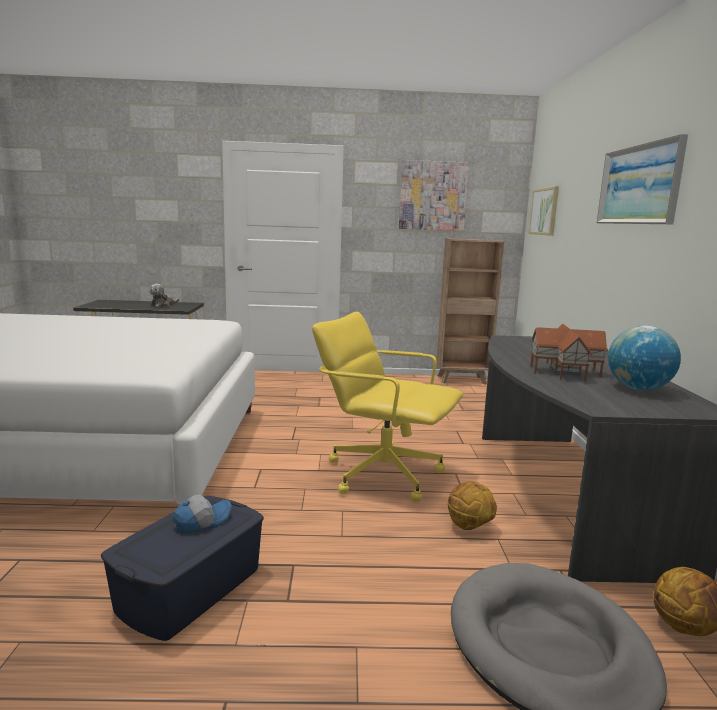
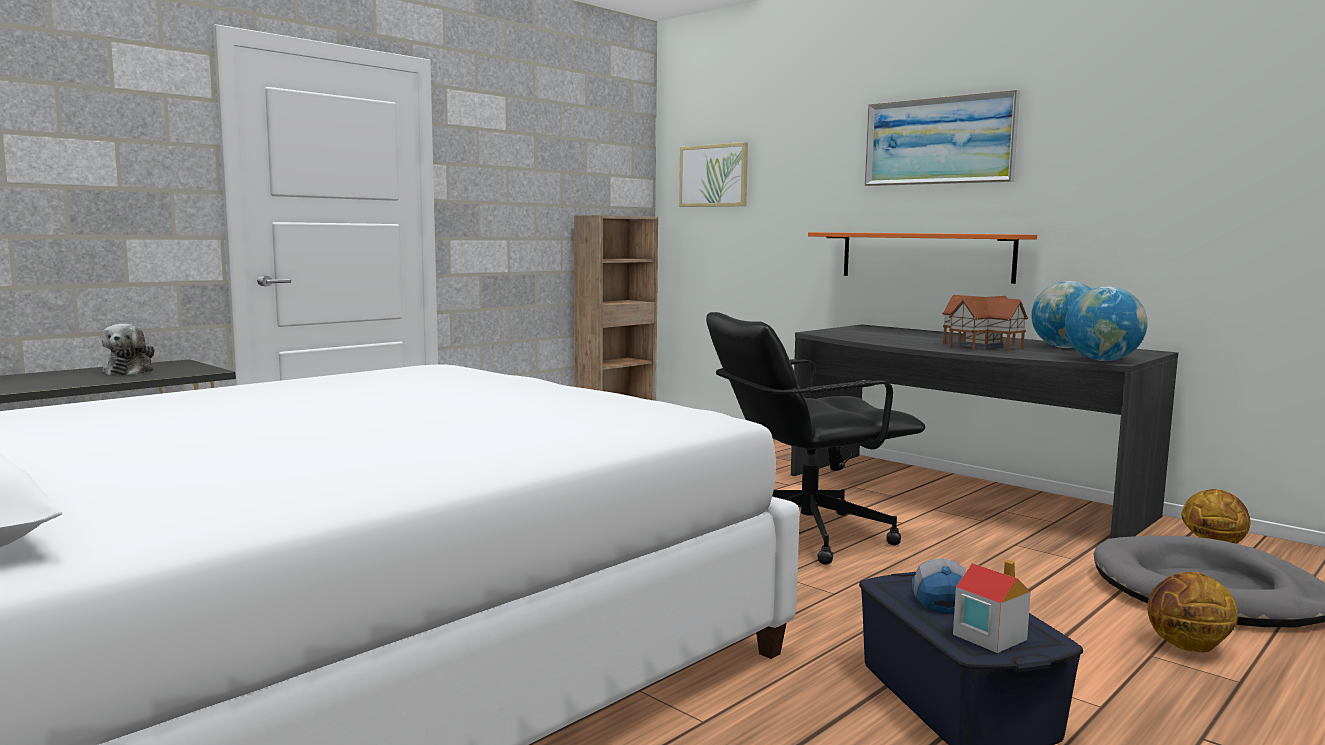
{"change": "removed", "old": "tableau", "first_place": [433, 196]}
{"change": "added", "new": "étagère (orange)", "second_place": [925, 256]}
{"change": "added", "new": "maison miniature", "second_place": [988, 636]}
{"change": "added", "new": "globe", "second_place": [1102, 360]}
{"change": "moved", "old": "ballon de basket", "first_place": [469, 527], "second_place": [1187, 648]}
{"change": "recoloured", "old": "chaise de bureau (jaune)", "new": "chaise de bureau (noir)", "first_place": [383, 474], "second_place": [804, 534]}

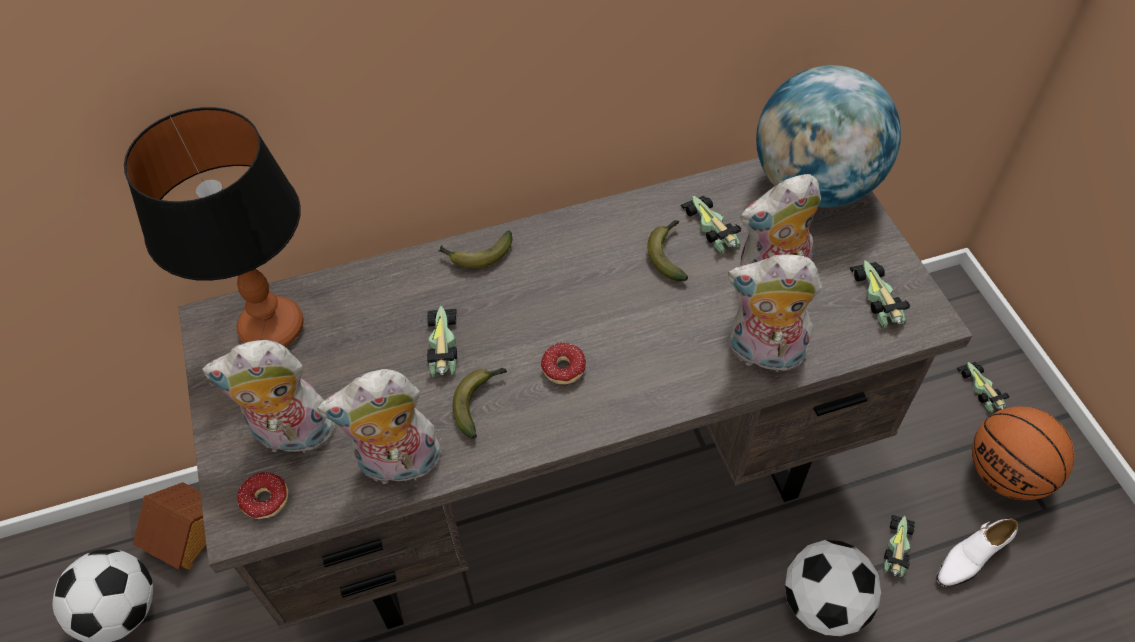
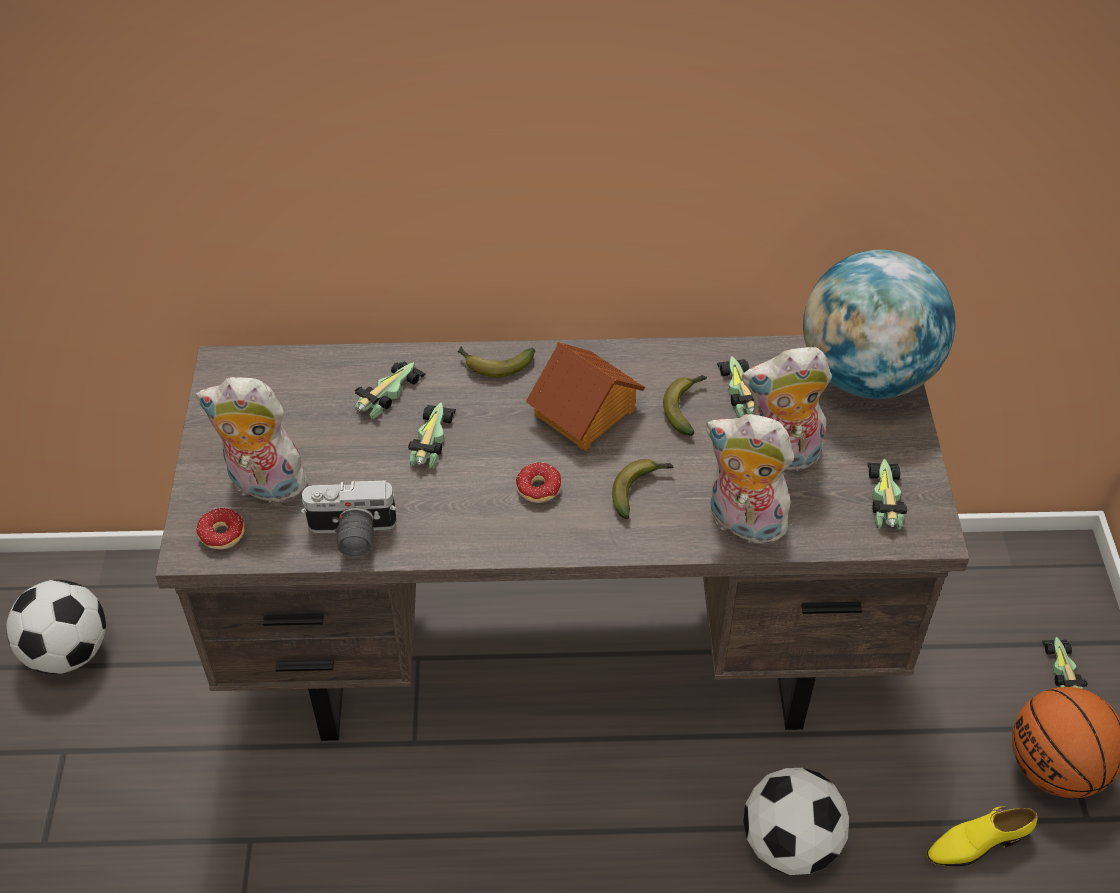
{"change": "removed", "old": "lampe de table", "first_place": [273, 328]}
{"change": "moved", "old": "maison miniature", "first_place": [187, 534], "second_place": [585, 413]}
{"change": "moved", "old": "banane", "first_place": [479, 401], "second_place": [640, 489]}
{"change": "moved", "old": "petite voiture", "first_place": [897, 548], "second_place": [388, 393]}
{"change": "replaced", "old": "peluche", "new": "appareil photo", "first_place": [398, 465], "second_place": [351, 535]}
{"change": "recoloured", "old": "chaussure (blanc)", "new": "chaussure (jaune)", "first_place": [970, 557], "second_place": [976, 843]}

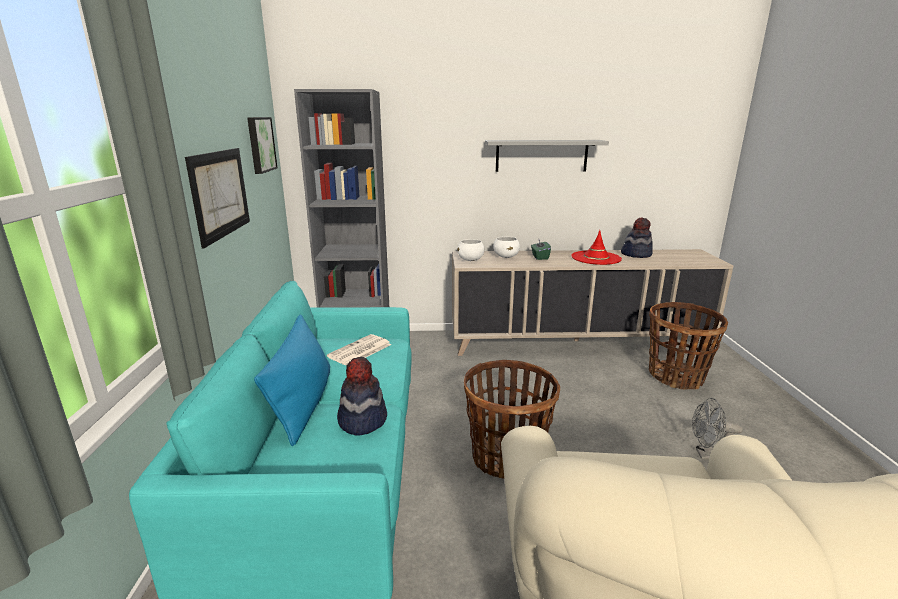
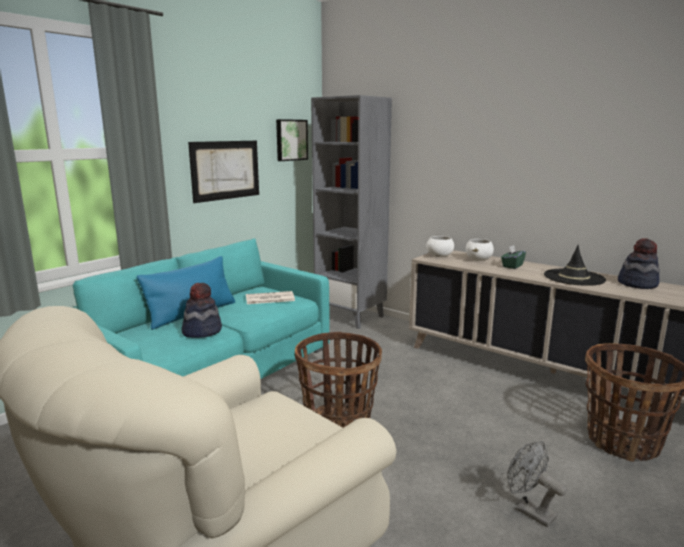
{"change": "removed", "old": "étagère (gris)", "first_place": [541, 155]}
{"change": "recoloured", "old": "chapeau (rouge)", "new": "chapeau (noir)", "first_place": [596, 258], "second_place": [574, 277]}

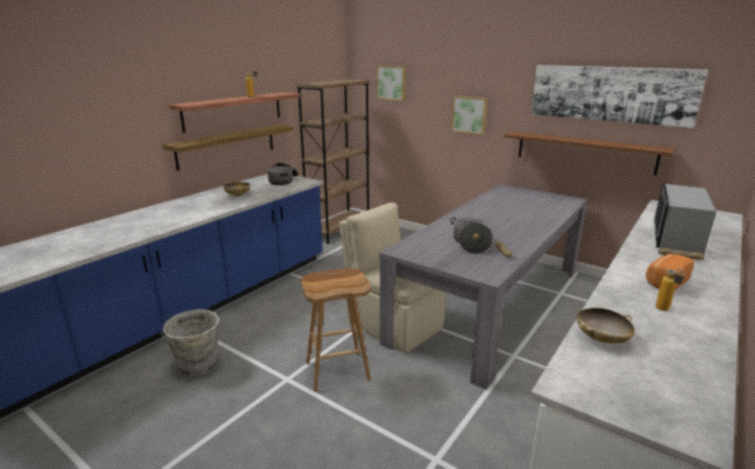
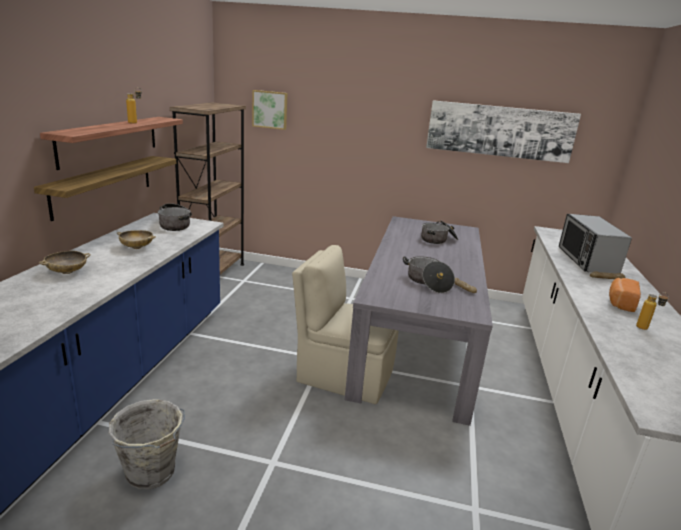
{"change": "removed", "old": "tabouret (marron)", "first_place": [338, 370]}
{"change": "removed", "old": "tableau", "first_place": [469, 114]}
{"change": "removed", "old": "étagère (marron)", "first_place": [584, 152]}
{"change": "added", "new": "marmite", "second_place": [438, 240]}
{"change": "moved", "old": "bol (beige)", "first_place": [602, 339], "second_place": [67, 272]}

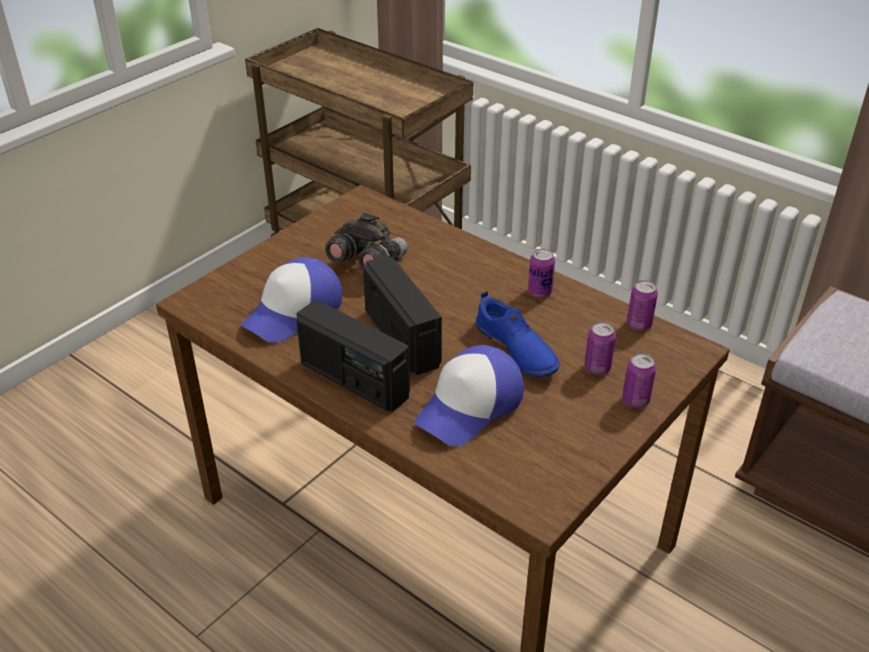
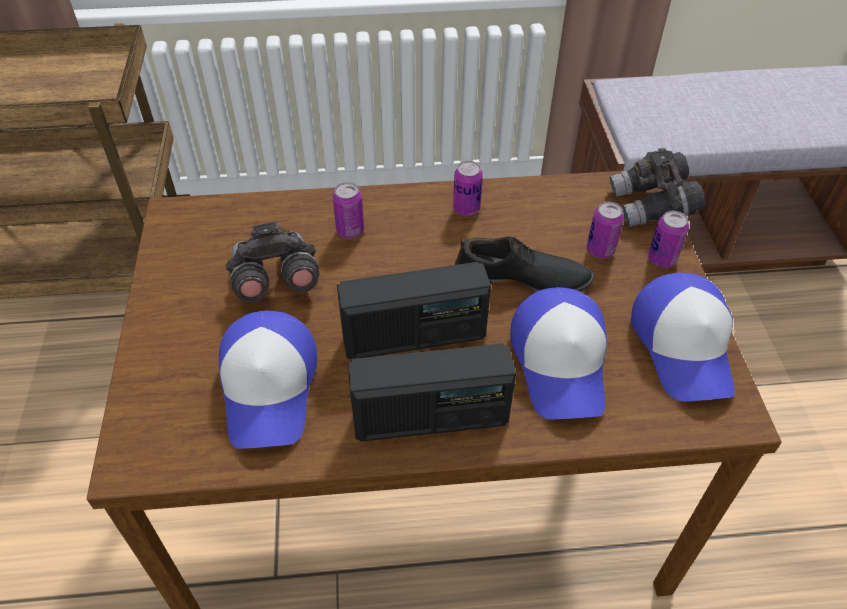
{"change": "added", "new": "jumelles (gris)", "second_place": [652, 206]}
{"change": "added", "new": "casquette", "second_place": [683, 346]}
{"change": "moved", "old": "boîte métallique", "first_place": [639, 325], "second_place": [350, 230]}
{"change": "recoloured", "old": "chaussure (bleu)", "new": "chaussure (noir)", "first_place": [515, 350], "second_place": [521, 279]}
{"change": "turned", "old": "radio", "first_place": [403, 337], "second_place": [414, 337], "degrees": 150}

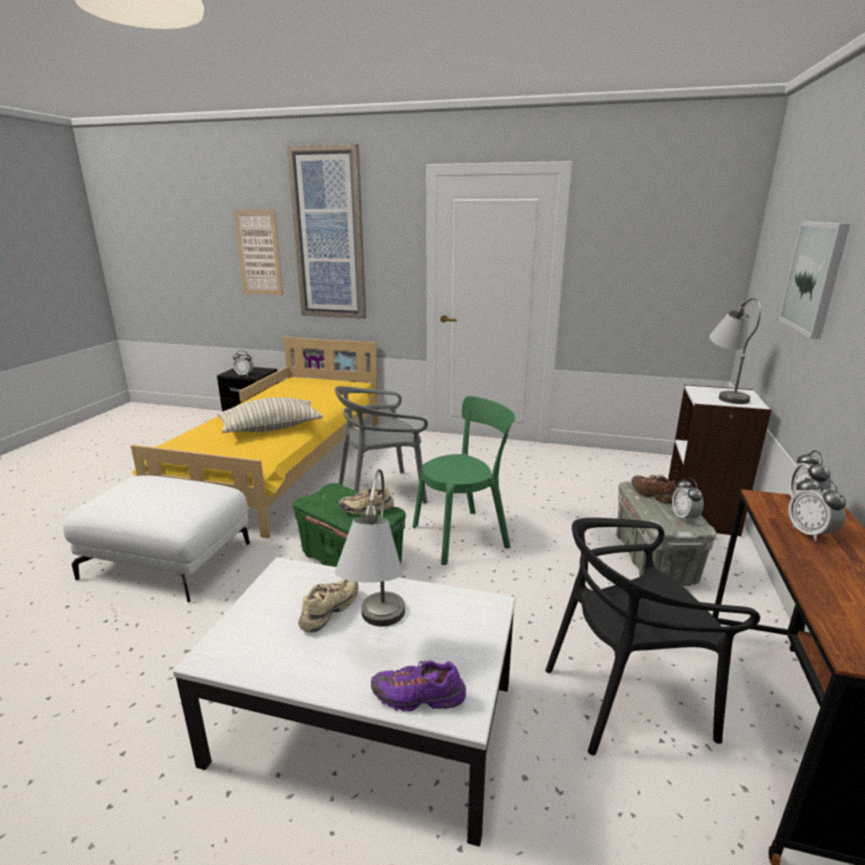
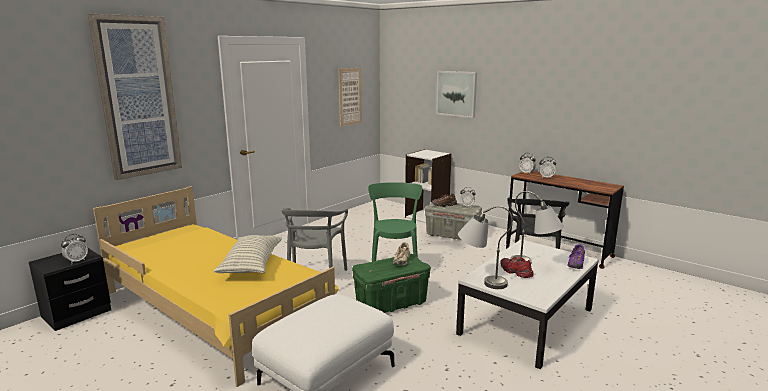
{"change": "moved", "old": "tableau", "first_place": [259, 253], "second_place": [350, 96]}
{"change": "moved", "old": "lampe de table (gris)", "first_place": [725, 393], "second_place": [480, 280]}
{"change": "recoloured", "old": "chaussure (beige)", "new": "chaussure (rouge)", "first_place": [329, 611], "second_place": [515, 272]}

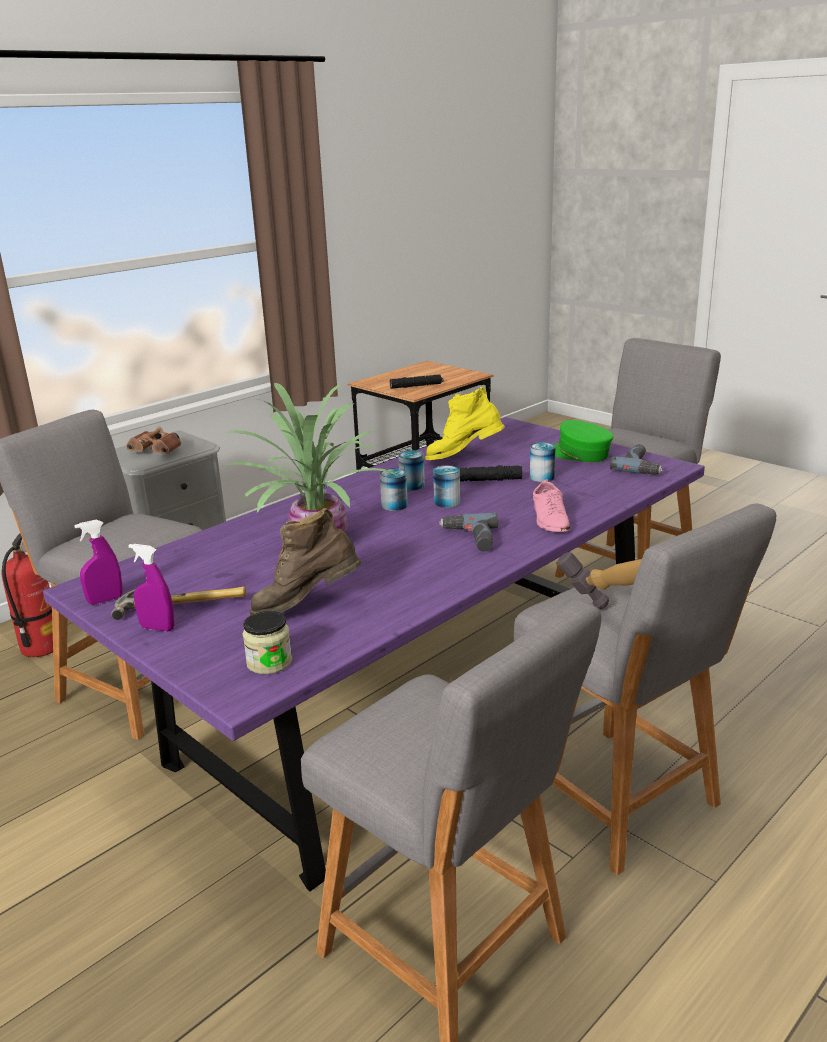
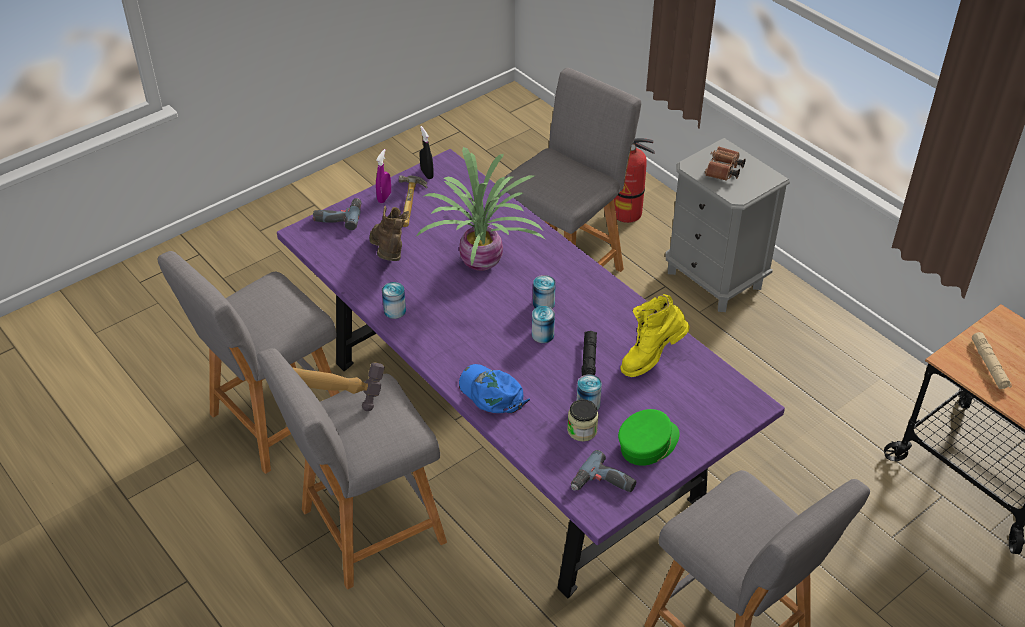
{"change": "moved", "old": "bocal", "first_place": [269, 662], "second_place": [582, 430]}
{"change": "moved", "old": "boîte métallique", "first_place": [412, 485], "second_place": [395, 311]}
{"change": "moved", "old": "perceuse", "first_place": [470, 538], "second_place": [338, 216]}
{"change": "replaced", "old": "chaussure (rose)", "new": "casquette (bleu)", "first_place": [550, 519], "second_place": [491, 393]}
{"change": "recoloured", "old": "vaporisateur (violet)", "new": "vaporisateur (noir)", "first_place": [105, 600], "second_place": [427, 174]}
{"change": "recoloured", "old": "lampe de poche (noir)", "new": "lampe de poche (beige)", "first_place": [416, 386], "second_place": [989, 365]}
{"change": "turned", "old": "botte (jaune)", "first_place": [464, 457], "second_place": [651, 357], "degrees": -120}

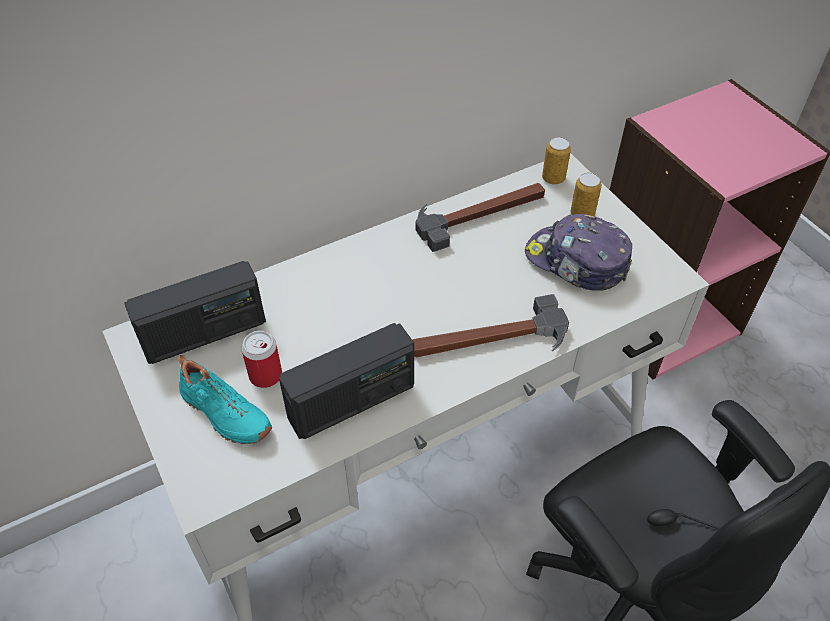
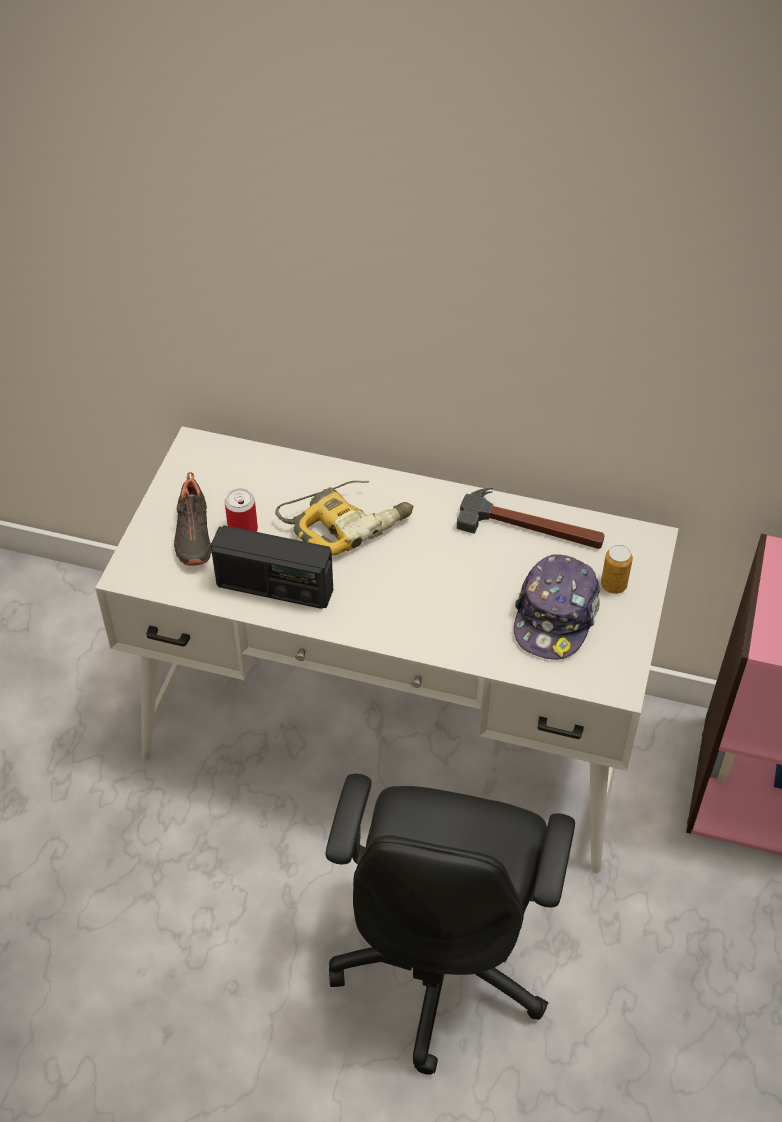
{"change": "removed", "old": "radio", "first_place": [205, 334]}
{"change": "removed", "old": "marteau", "first_place": [489, 339]}
{"change": "removed", "old": "boîte métallique", "first_place": [553, 178]}
{"change": "added", "new": "perceuse", "second_place": [346, 522]}
{"change": "recoloured", "old": "chaussure (turquoise)", "new": "chaussure (noir)", "first_place": [224, 414], "second_place": [191, 535]}
{"change": "turned", "old": "casquette", "first_place": [576, 262], "second_place": [555, 616], "degrees": -150}

